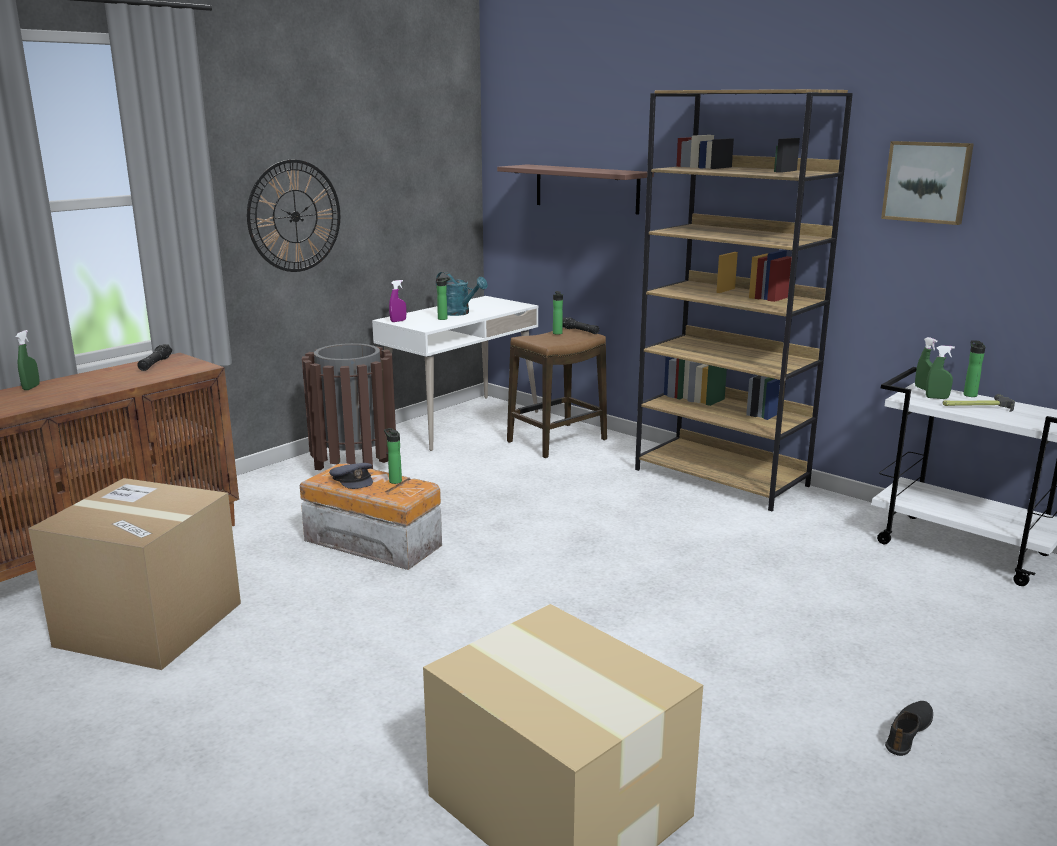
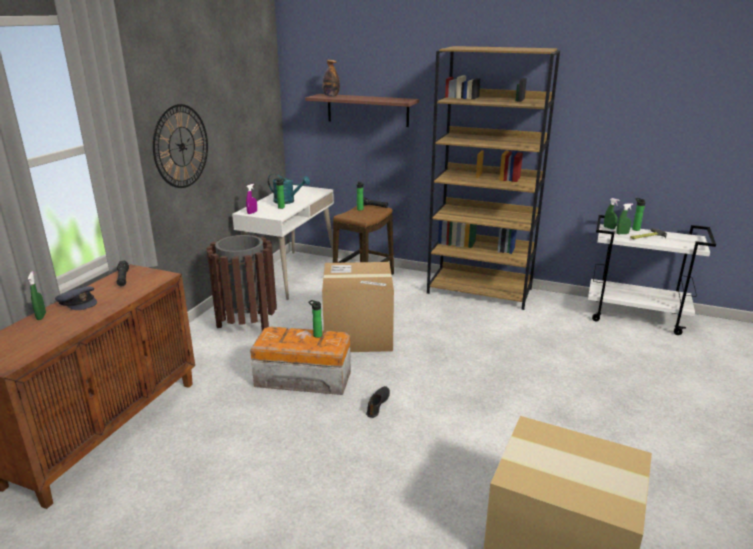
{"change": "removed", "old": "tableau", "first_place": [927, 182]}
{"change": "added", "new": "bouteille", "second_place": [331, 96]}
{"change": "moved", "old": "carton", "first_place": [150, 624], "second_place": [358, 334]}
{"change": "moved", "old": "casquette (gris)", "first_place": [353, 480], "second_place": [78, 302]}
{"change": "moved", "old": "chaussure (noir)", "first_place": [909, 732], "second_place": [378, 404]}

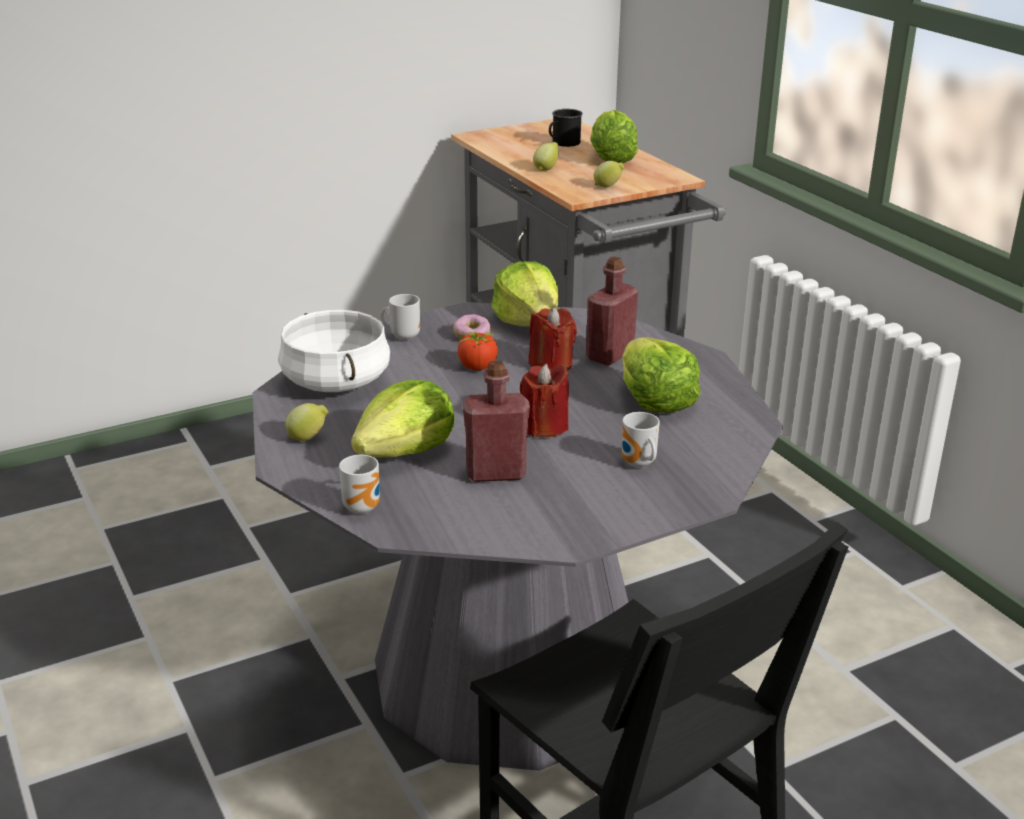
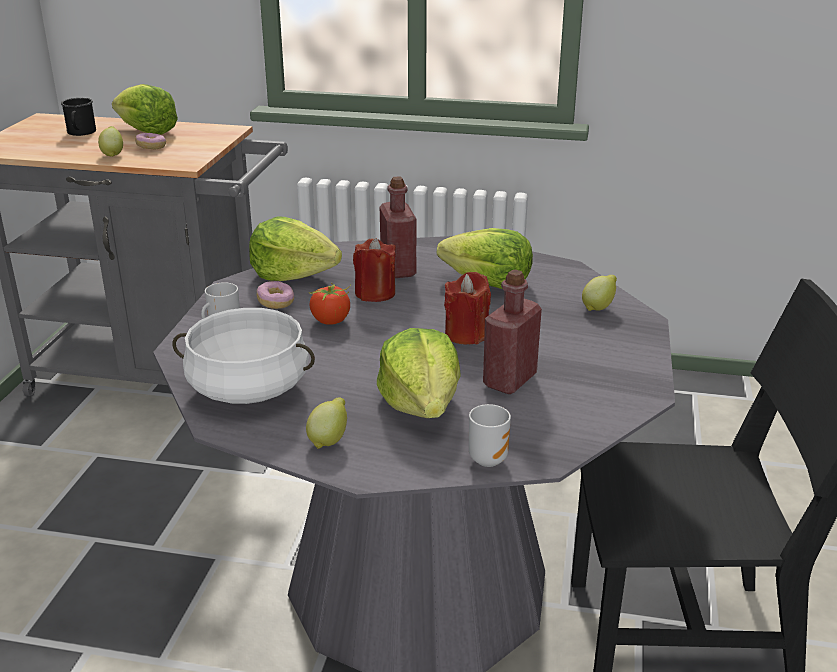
{"change": "removed", "old": "mug", "first_place": [638, 464]}
{"change": "added", "new": "beignet", "second_place": [151, 147]}
{"change": "moved", "old": "citron", "first_place": [608, 187], "second_place": [598, 307]}

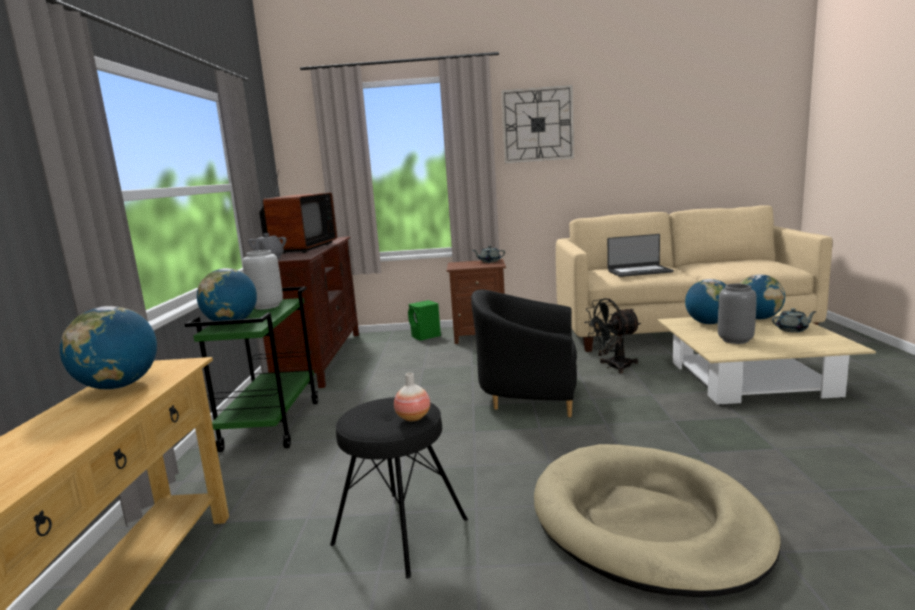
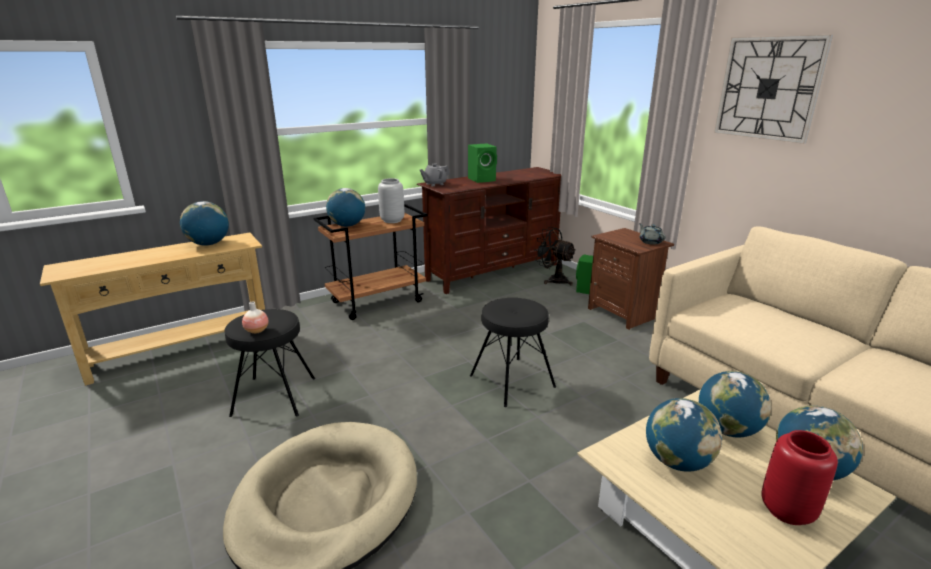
{"change": "removed", "old": "ordinateur portable", "first_place": [639, 271]}
{"change": "moved", "old": "ventilateur (noir)", "first_place": [613, 367], "second_place": [553, 280]}
{"change": "replaced", "old": "téléviseur", "new": "enceinte (vert)", "first_place": [300, 249], "second_place": [482, 179]}
{"change": "replaced", "old": "fauteuil (noir)", "new": "tabouret (noir)", "first_place": [530, 395], "second_place": [512, 381]}
{"change": "replaced", "old": "vase (gris)", "new": "globe", "first_place": [735, 340], "second_place": [677, 461]}
{"change": "replaced", "old": "théière (gris)", "new": "vase (rouge)", "first_place": [792, 330], "second_place": [788, 510]}
{"change": "recoloured", "old": "chariot (vert)", "new": "chariot (marron)", "first_place": [271, 425], "second_place": [378, 302]}

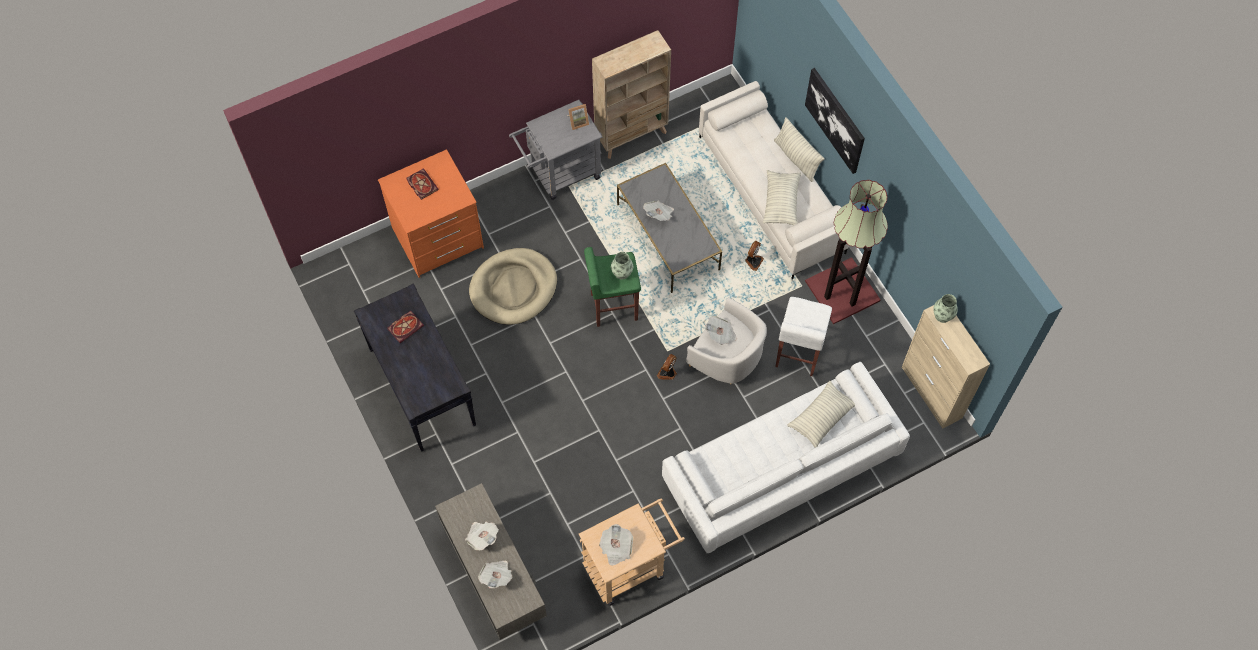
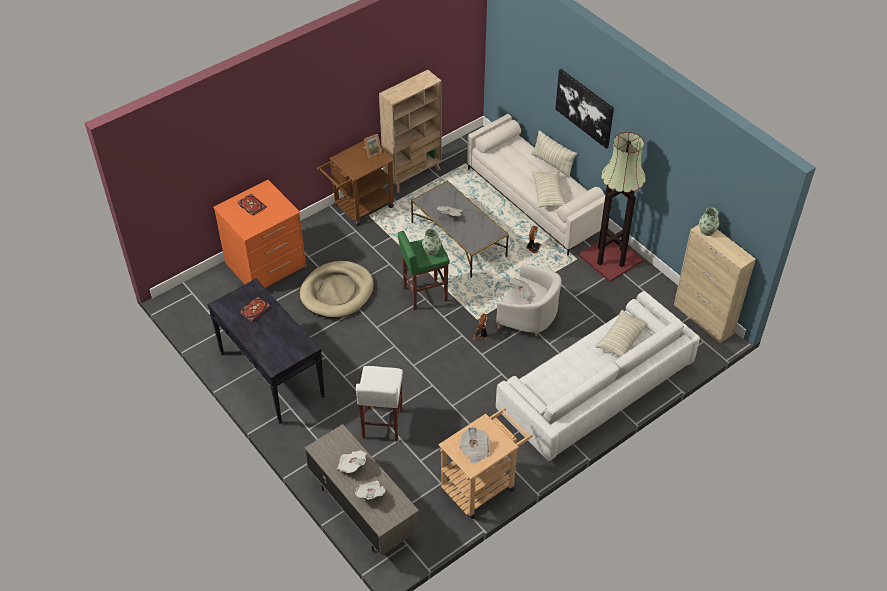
{"change": "moved", "old": "tabouret (blanc)", "first_place": [797, 354], "second_place": [382, 424]}
{"change": "recoloured", "old": "chariot (gris)", "new": "chariot (marron)", "first_place": [560, 174], "second_place": [359, 208]}

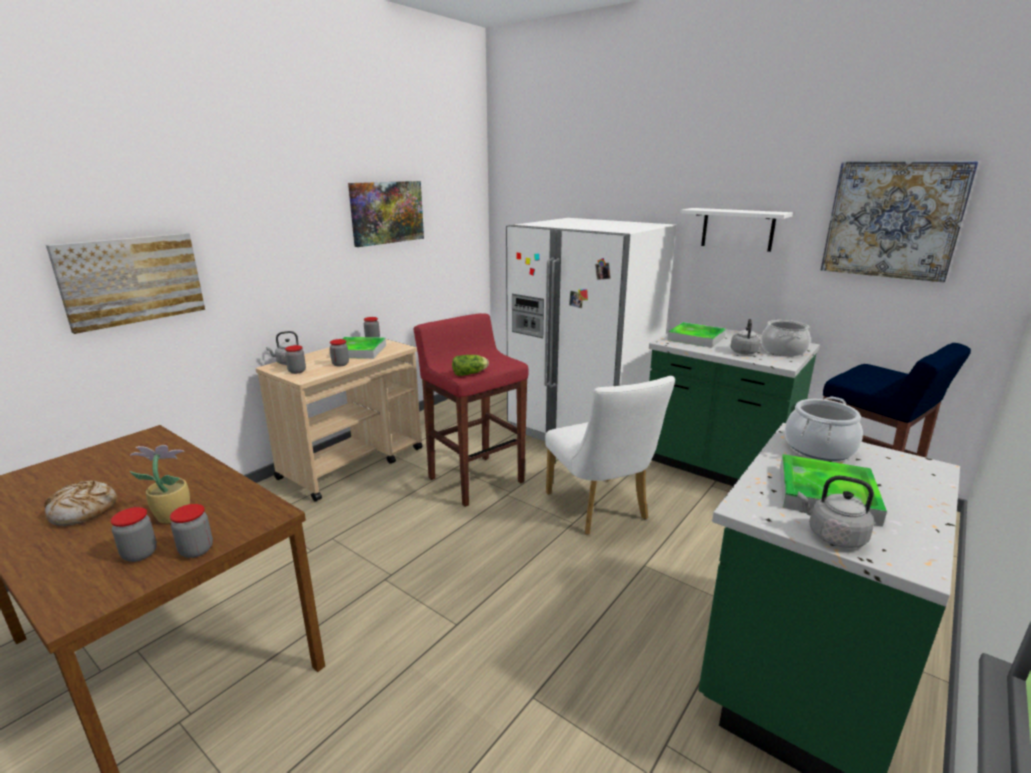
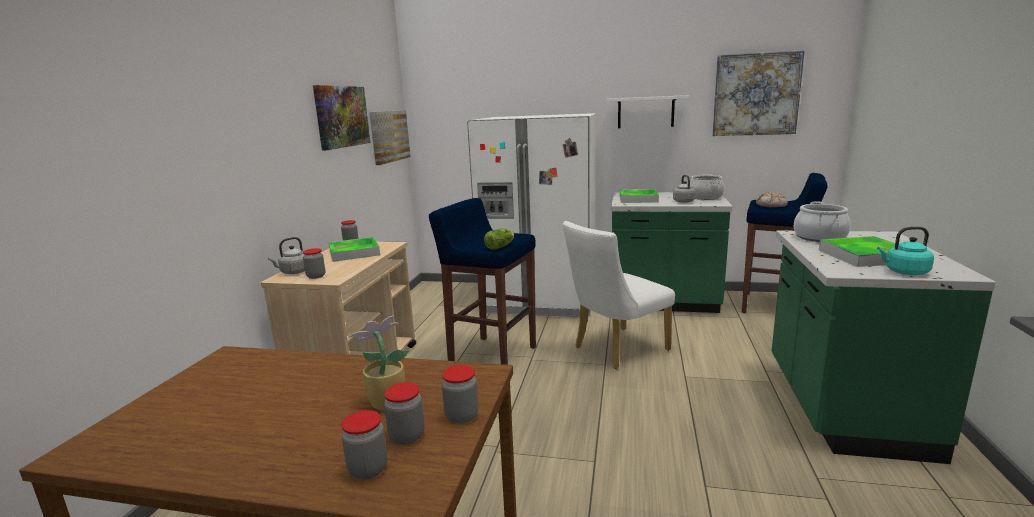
{"change": "moved", "old": "pain", "first_place": [83, 511], "second_place": [771, 205]}
{"change": "moved", "old": "tableau", "first_place": [131, 280], "second_place": [389, 136]}
{"change": "moved", "old": "bocal", "first_place": [340, 364], "second_place": [368, 469]}
{"change": "recoloured", "old": "tabouret (rouge)", "new": "tabouret (bleu)", "first_place": [475, 479], "second_place": [492, 356]}
{"change": "recoloured", "old": "bouilloire (gris)", "new": "bouilloire (turquoise)", "first_place": [833, 536], "second_place": [904, 272]}
{"change": "turned", "old": "chaise (blanc)", "first_place": [600, 510], "second_place": [615, 350], "degrees": 105}

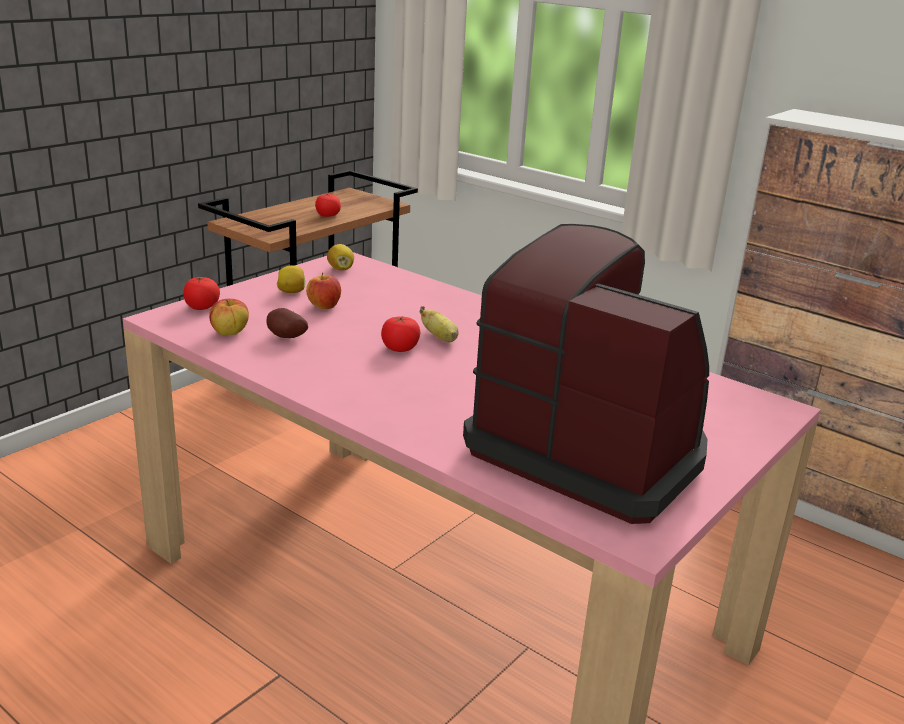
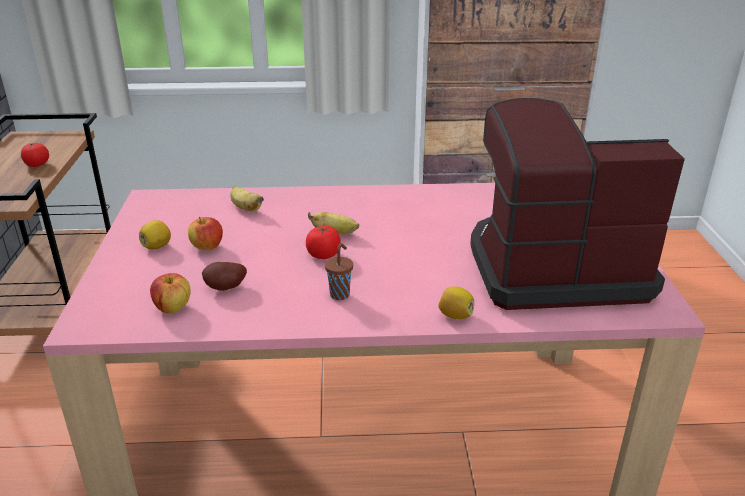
{"change": "removed", "old": "tomate", "first_place": [202, 307]}
{"change": "added", "new": "banane", "second_place": [245, 208]}
{"change": "added", "new": "tasse (marron)", "second_place": [340, 294]}
{"change": "moved", "old": "citron", "first_place": [340, 269], "second_place": [455, 315]}

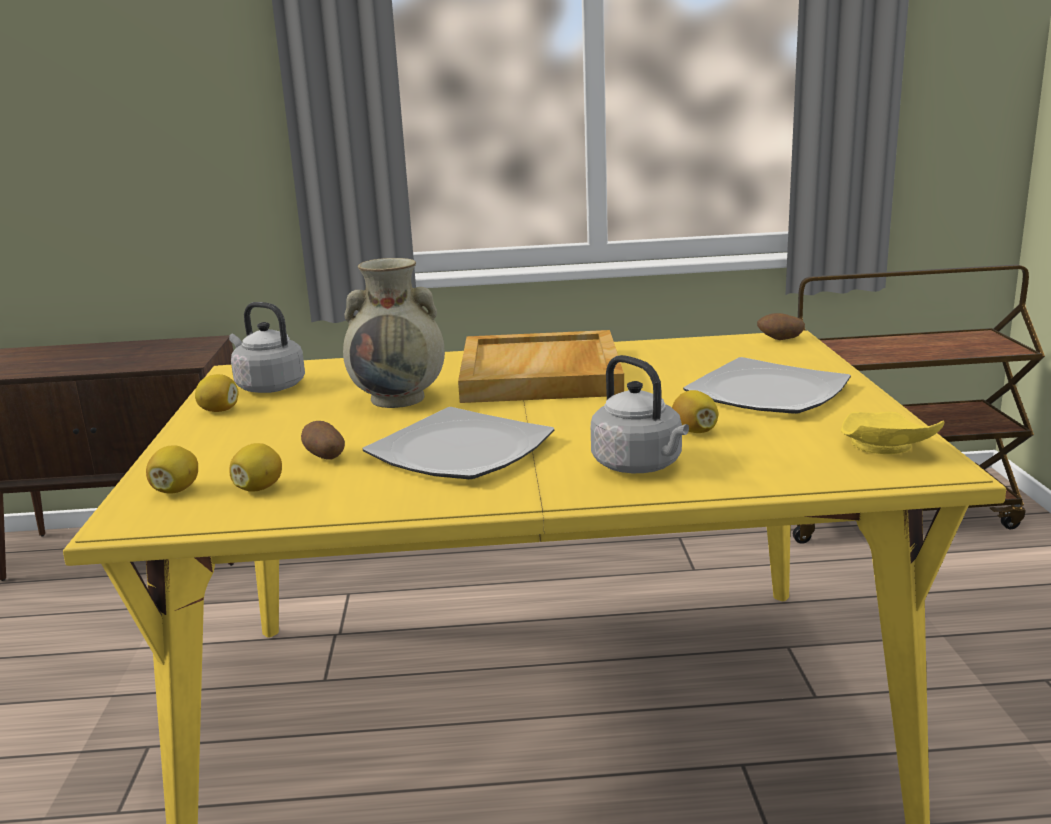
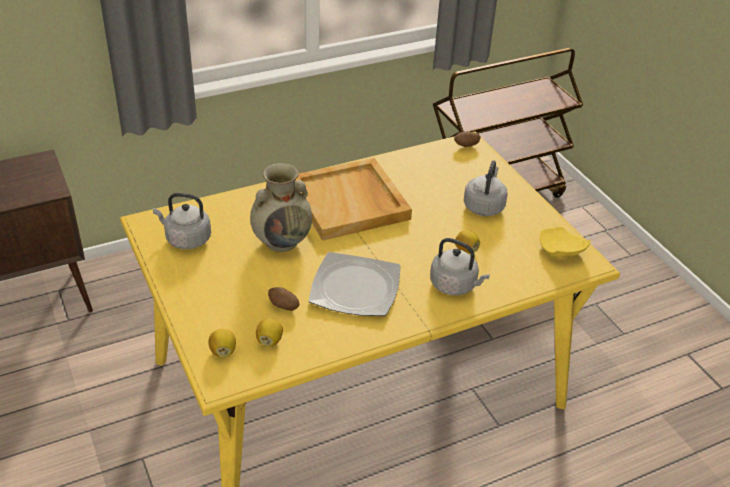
{"change": "removed", "old": "citron", "first_place": [219, 410]}
{"change": "replaced", "old": "assiette", "new": "bouilloire (gris)", "first_place": [766, 392], "second_place": [484, 206]}

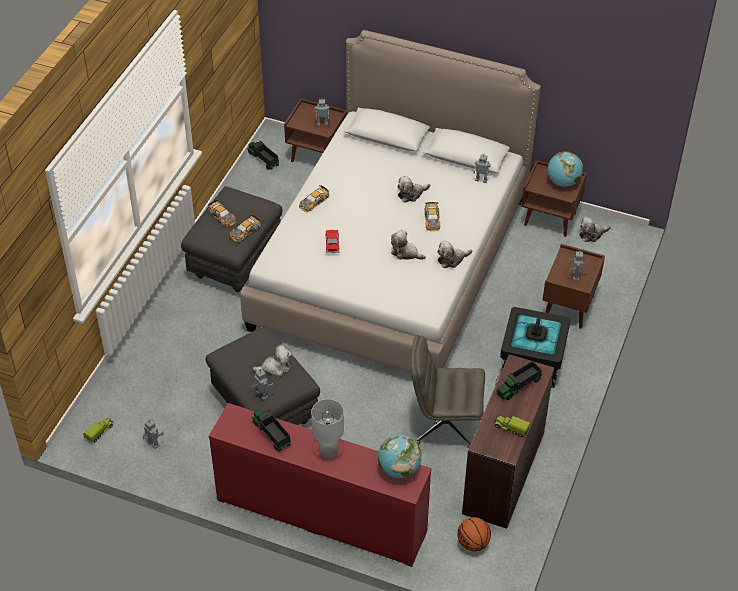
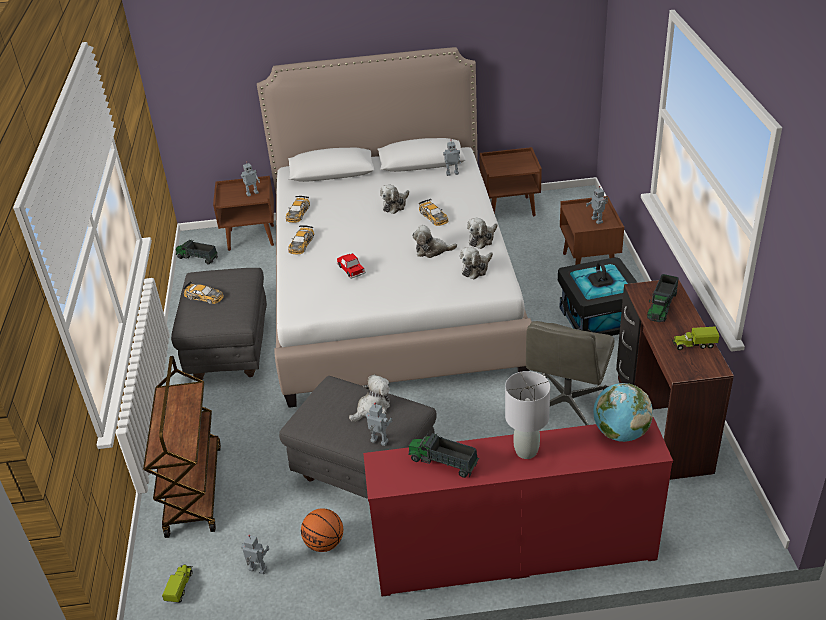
{"change": "removed", "old": "globe", "first_place": [563, 182]}
{"change": "added", "new": "chariot (marron)", "second_place": [193, 489]}
{"change": "moved", "old": "petite voiture", "first_place": [245, 231], "second_place": [298, 213]}
{"change": "moved", "old": "ballon de basket", "first_place": [473, 543], "second_place": [324, 543]}
{"change": "moved", "old": "peluche", "first_place": [592, 234], "second_place": [476, 269]}
{"change": "turned", "old": "chaise de bureau (gris)", "first_place": [444, 426], "second_place": [566, 407], "degrees": -45}

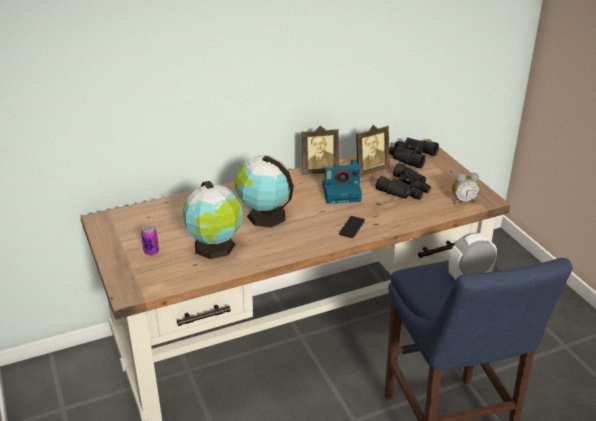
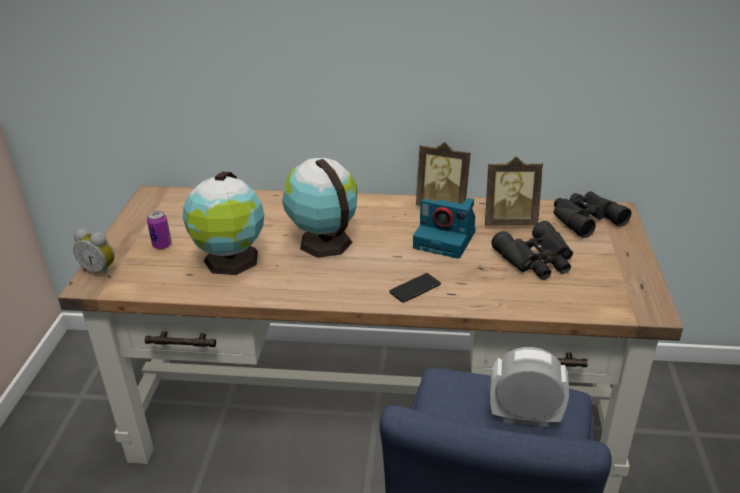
{"change": "moved", "old": "réveil", "first_place": [463, 201], "second_place": [101, 271]}

